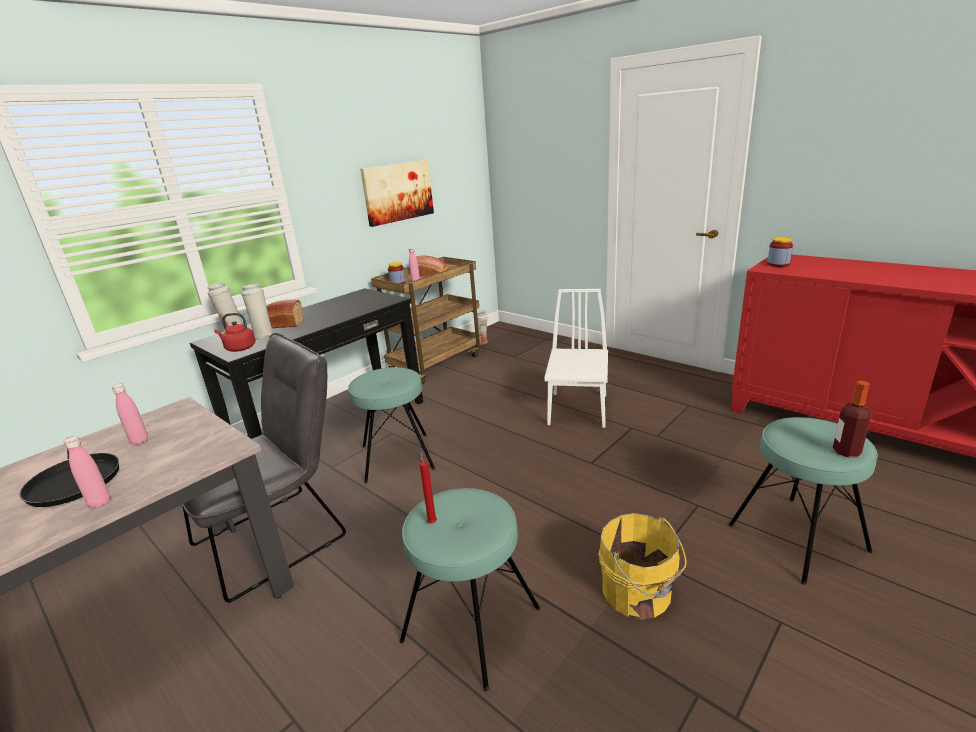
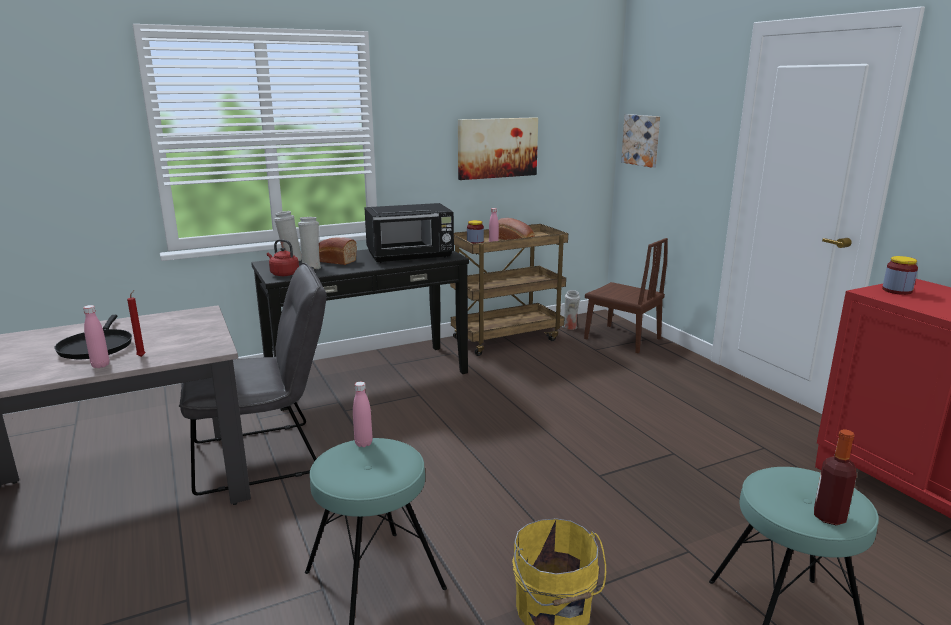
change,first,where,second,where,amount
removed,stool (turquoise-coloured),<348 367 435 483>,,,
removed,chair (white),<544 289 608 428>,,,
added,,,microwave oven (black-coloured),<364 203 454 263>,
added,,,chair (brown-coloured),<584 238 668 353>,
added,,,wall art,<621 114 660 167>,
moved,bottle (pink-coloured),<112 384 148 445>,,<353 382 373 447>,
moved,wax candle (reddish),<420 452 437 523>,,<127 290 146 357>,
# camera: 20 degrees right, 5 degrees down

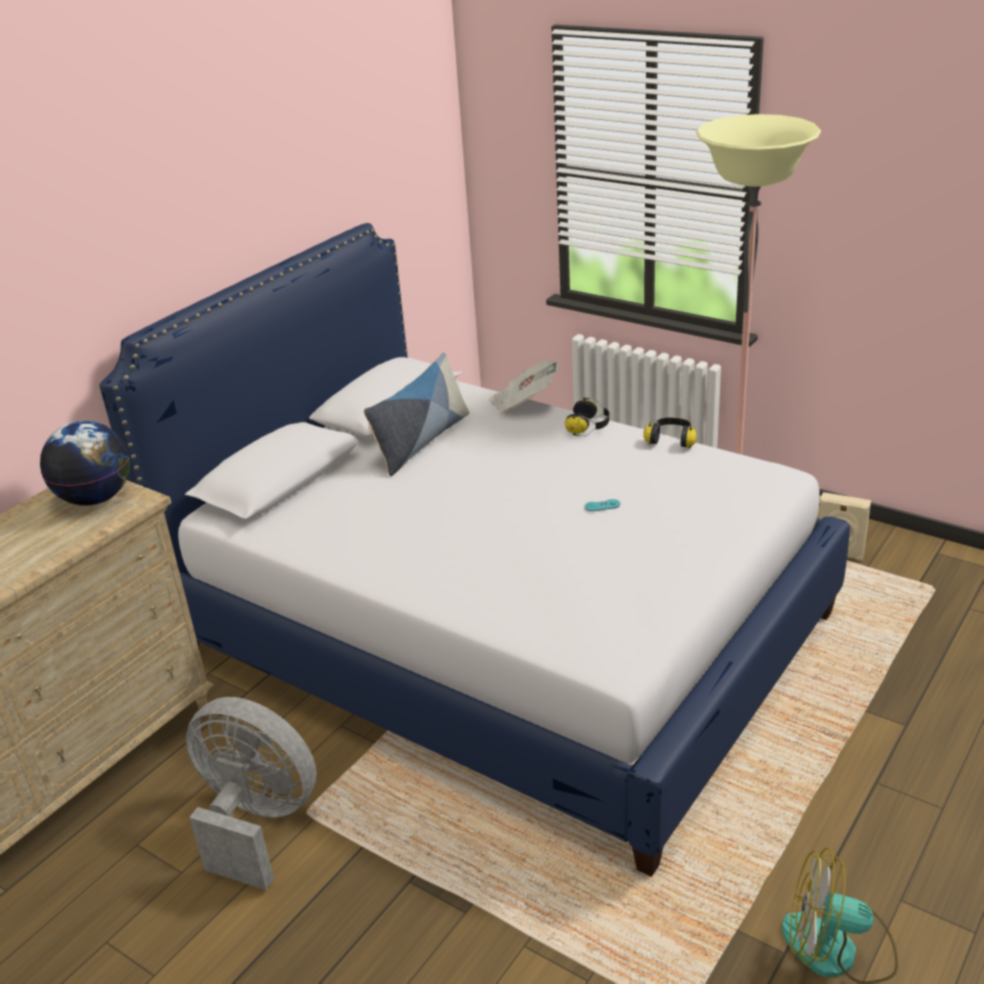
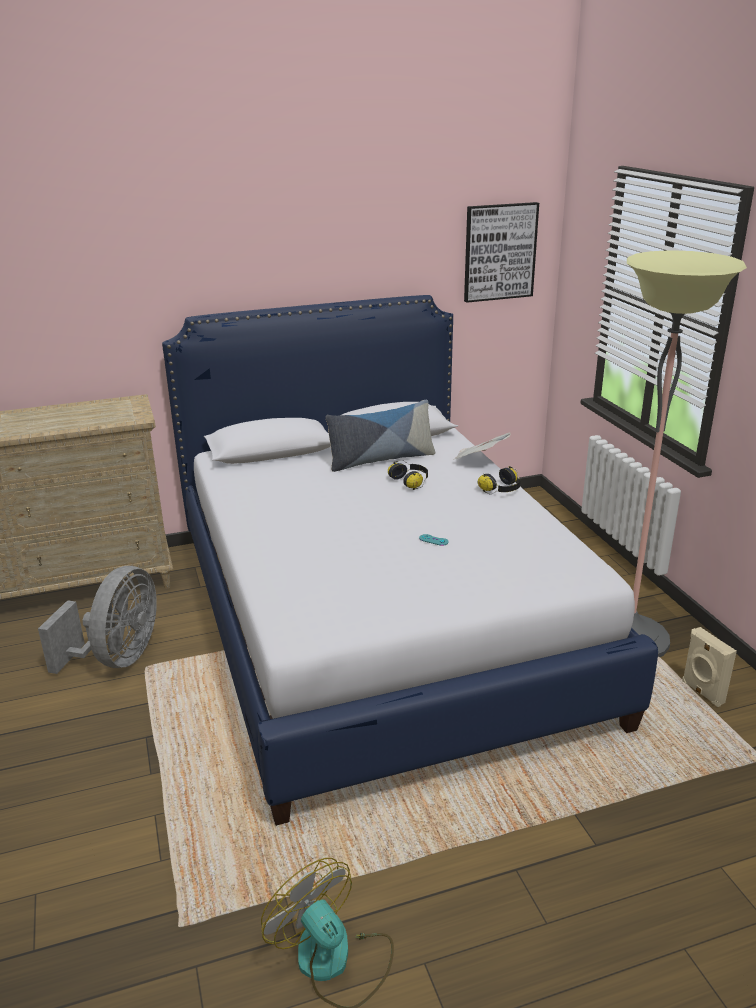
change,first,where,second,where,amount
removed,world globe,<40 421 130 506>,,,
added,,,wall art,<464 202 539 303>,
moved,headset,<644 417 697 448>,,<388 460 428 490>,
turned,electric fan (grey),<186 697 317 890>,,<38 566 157 674>,45 degrees clockwise
# camera: 35 degrees right, 5 degrees down

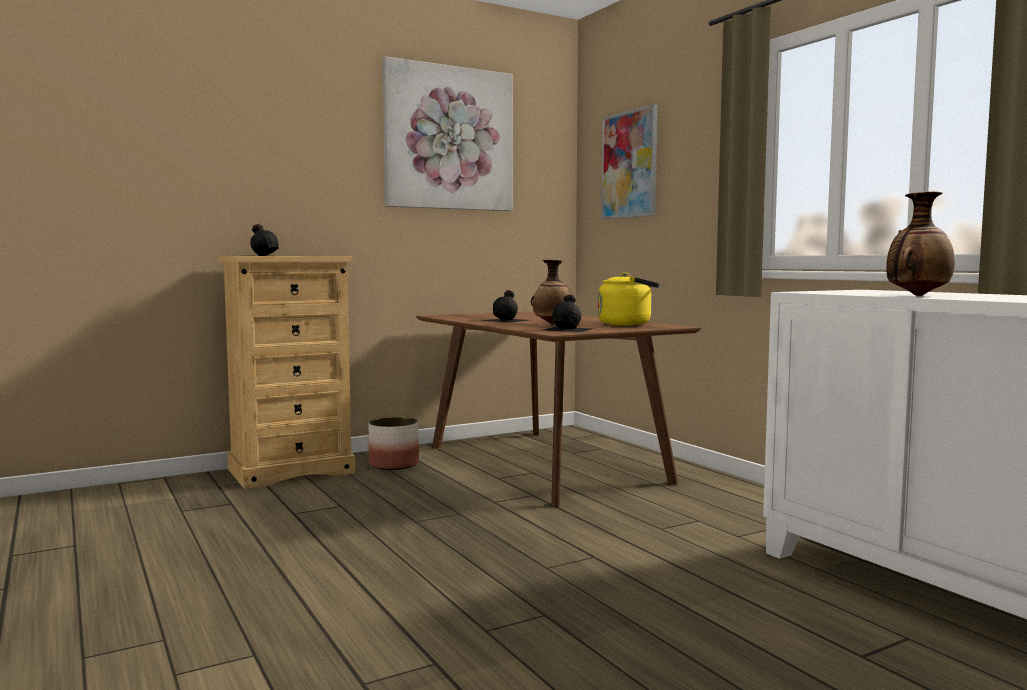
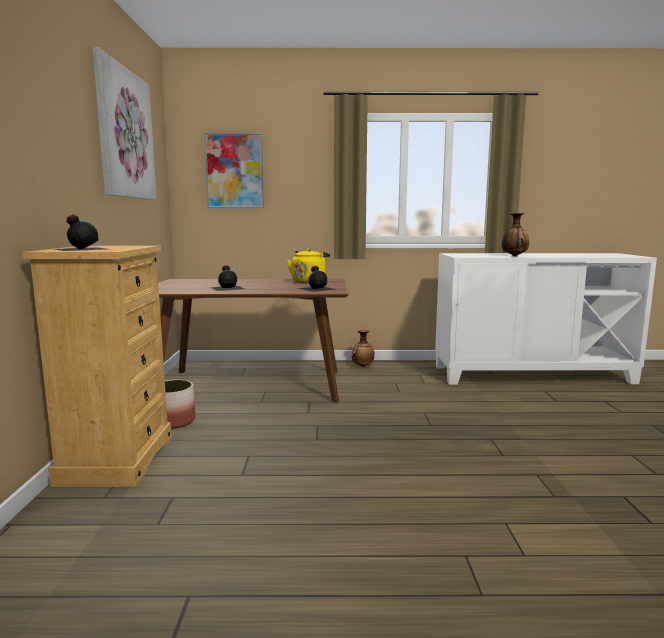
change,first,where,second,where,amount
moved,decorative vase,<531 260 571 324>,,<352 330 375 367>,
# camera: 60 degrees left, 5 degrees up

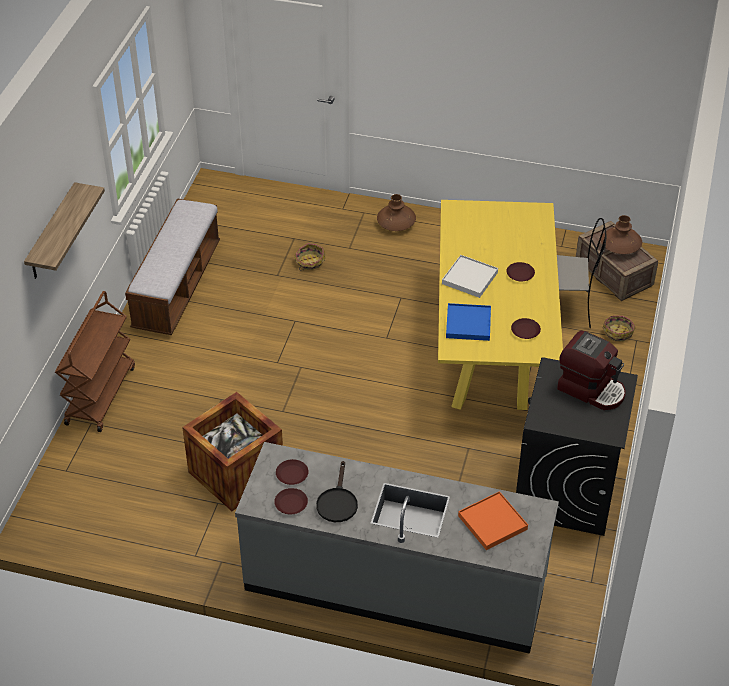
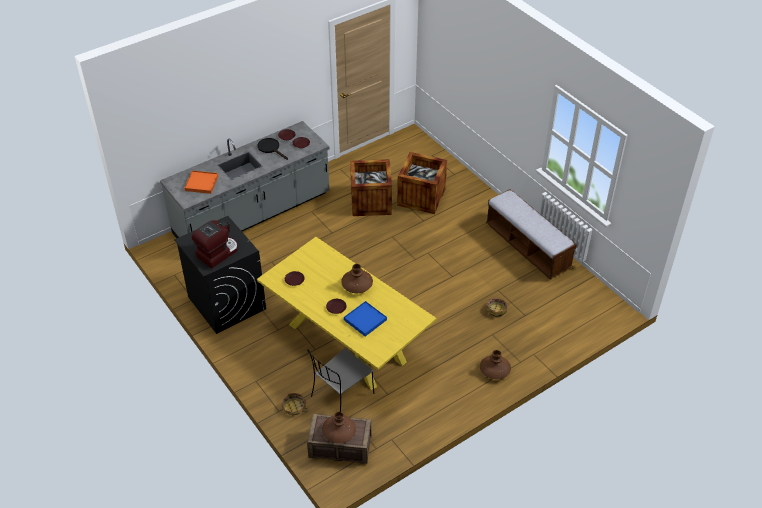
change,first,where,second,where,amount
removed,bracket shelf,<24 182 105 279>,,,
removed,trolley (brown-coloured),<55 291 135 432>,,,
added,,,packing crate,<397 152 447 214>,
moved,serving tray (blue-coloured),<446 303 491 341>,,<344 301 387 337>,
replaced,serving tray (white),<442 255 498 298>,decorative vase (brown-coloured),<341 264 373 293>,
turned,coffee brewer,<557 331 626 410>,,<192 220 238 269>,150 degrees clockwise
# camera: 130 degrees right, 0 degrees up

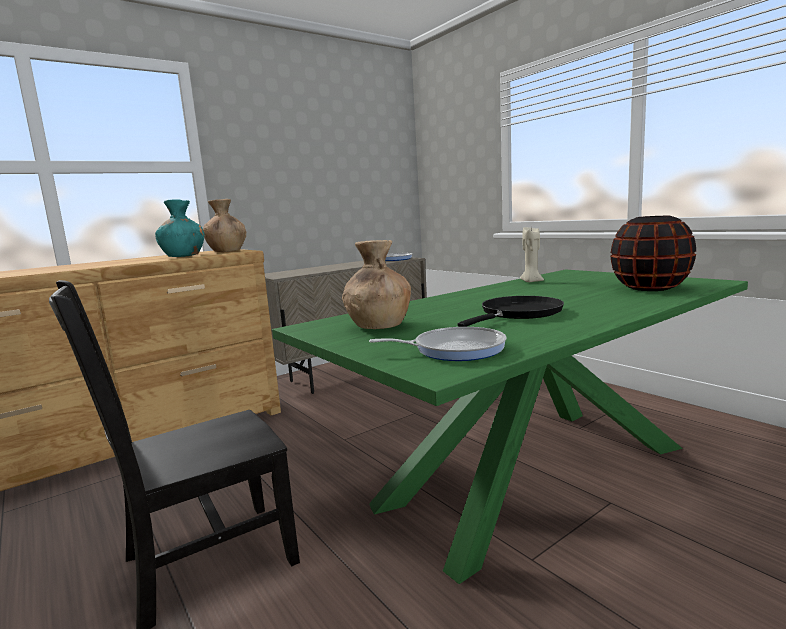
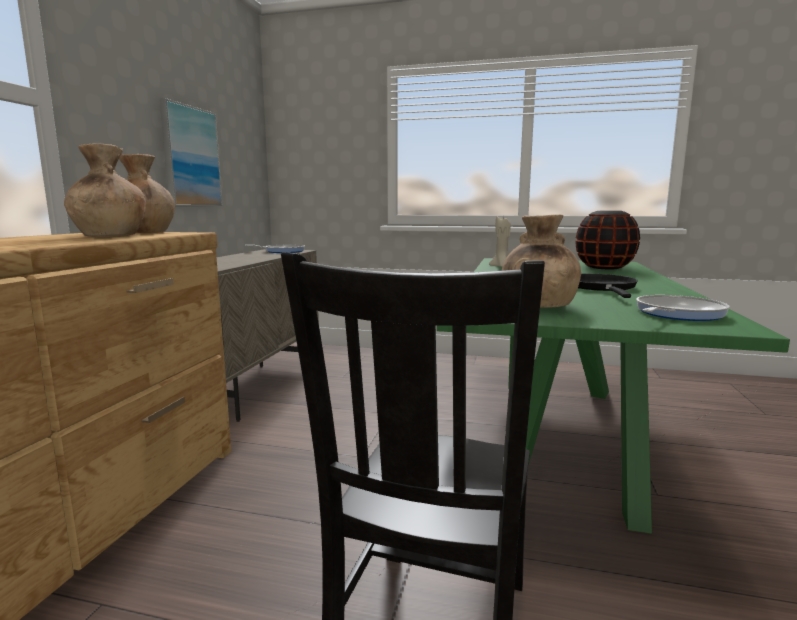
change,first,where,second,where,amount
added,,,wall art,<159 98 223 206>,
recoloured,decorative vase (turquoise-coloured),<155 200 204 257>,decorative vase (brown-coloured),<64 143 146 237>,
# camera: 40 degrees left, 0 degrees up

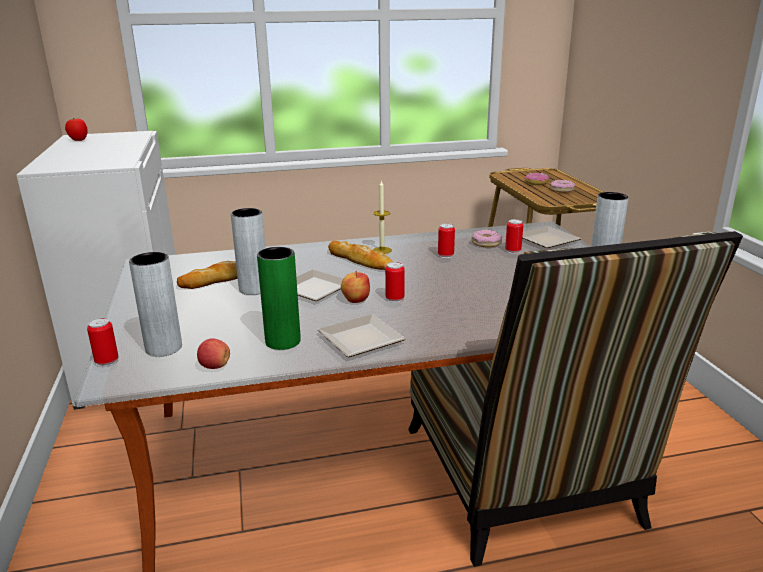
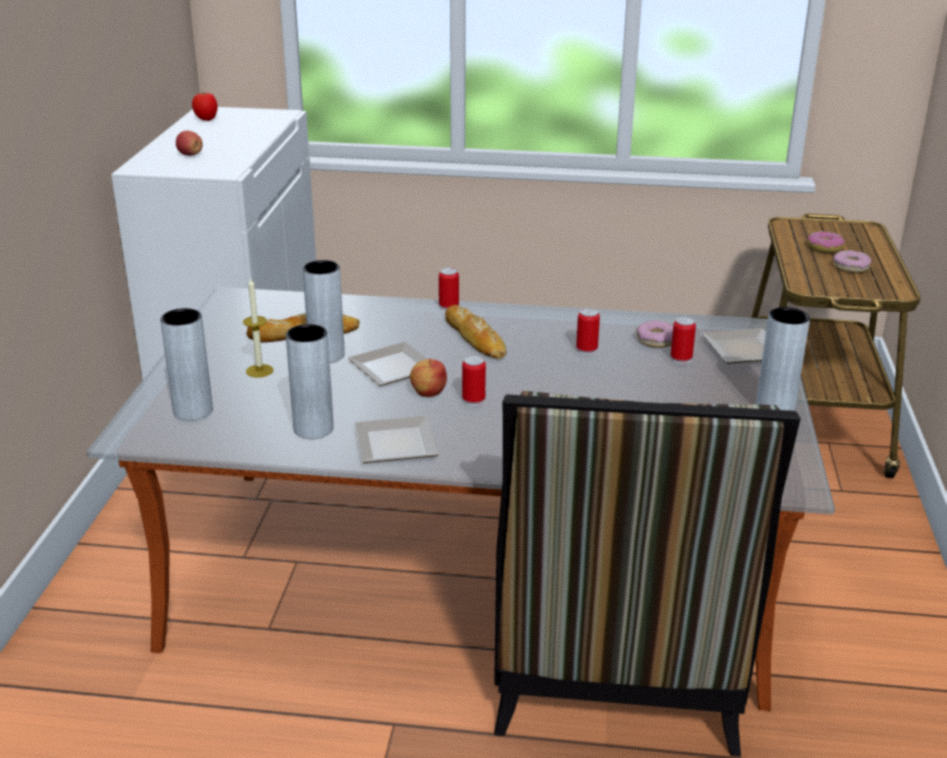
change,first,where,second,where,amount
moved,can,<87 318 118 367>,,<439 267 459 311>,
moved,whole apple,<197 338 230 369>,,<176 131 203 156>,
moved,wax candle,<373 180 392 254>,,<243 278 273 378>,
recoloured,decorative vase (green),<257 247 301 350>,decorative vase (grey),<286 324 334 439>,
# camera: 20 degrees right, 5 degrees up

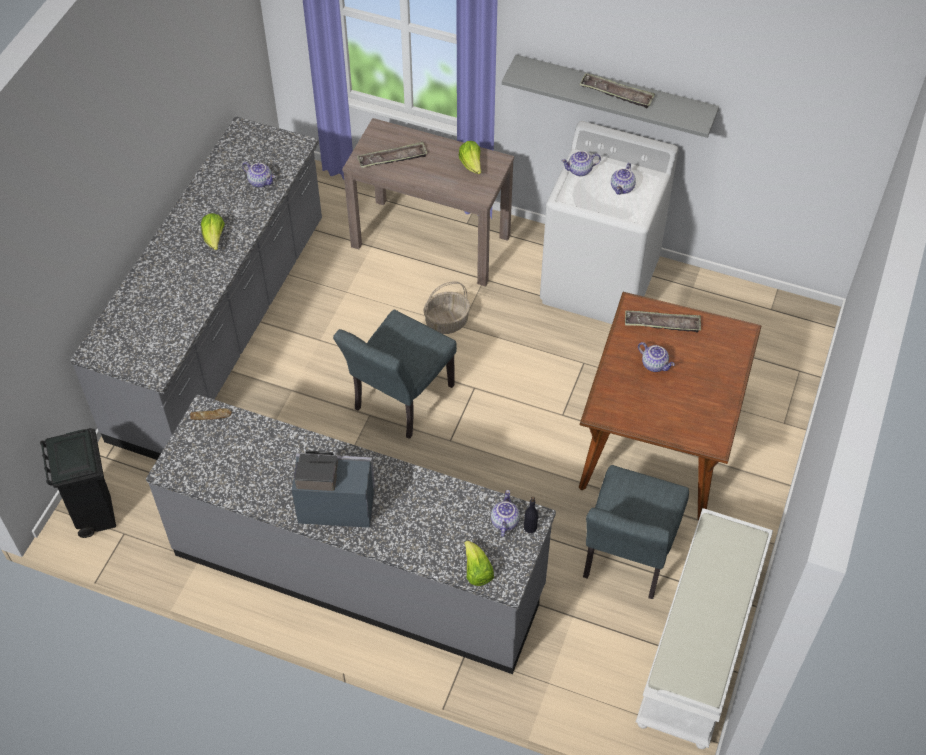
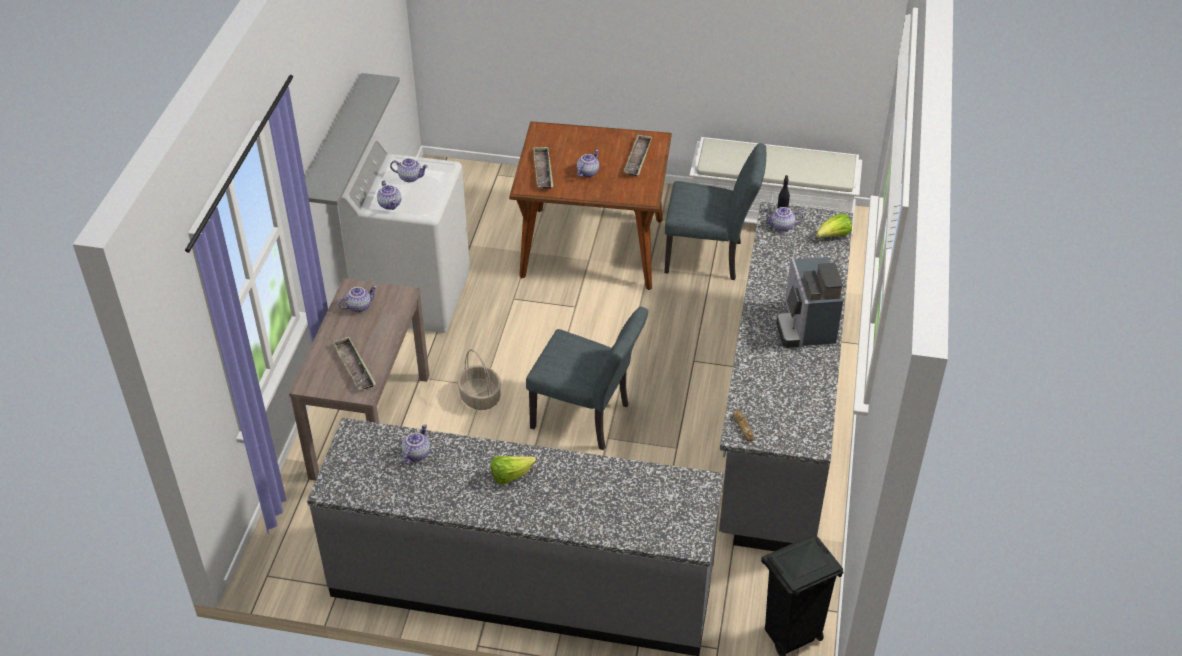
change,first,where,second,where,amount
moved,serving tray,<579 73 655 108>,,<624 134 652 176>,
replaced,head of lettuce,<459 141 481 174>,teapot,<338 285 377 312>,
# camera: 100 degrees left, 10 degrees down

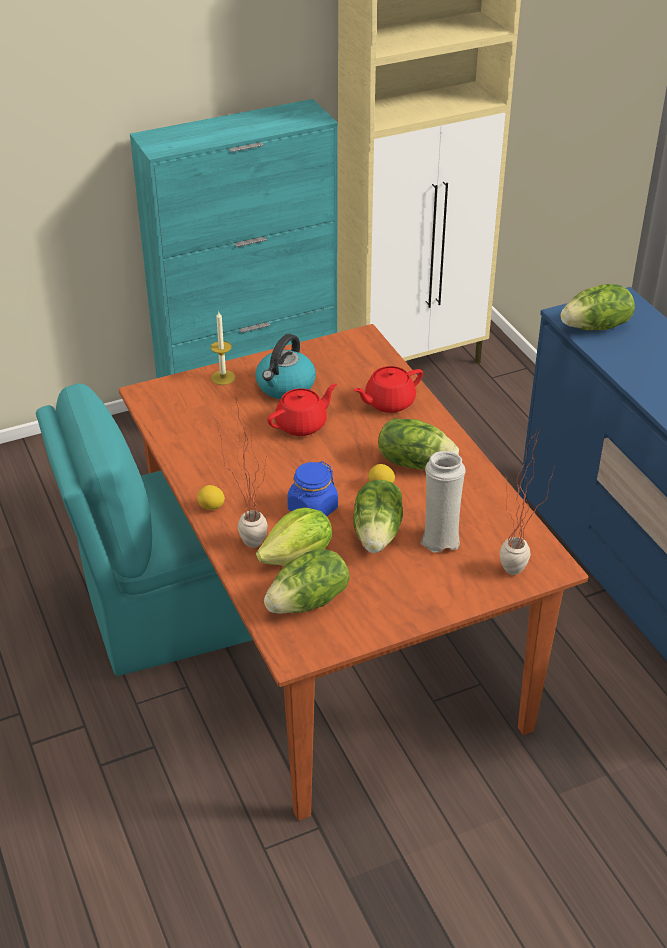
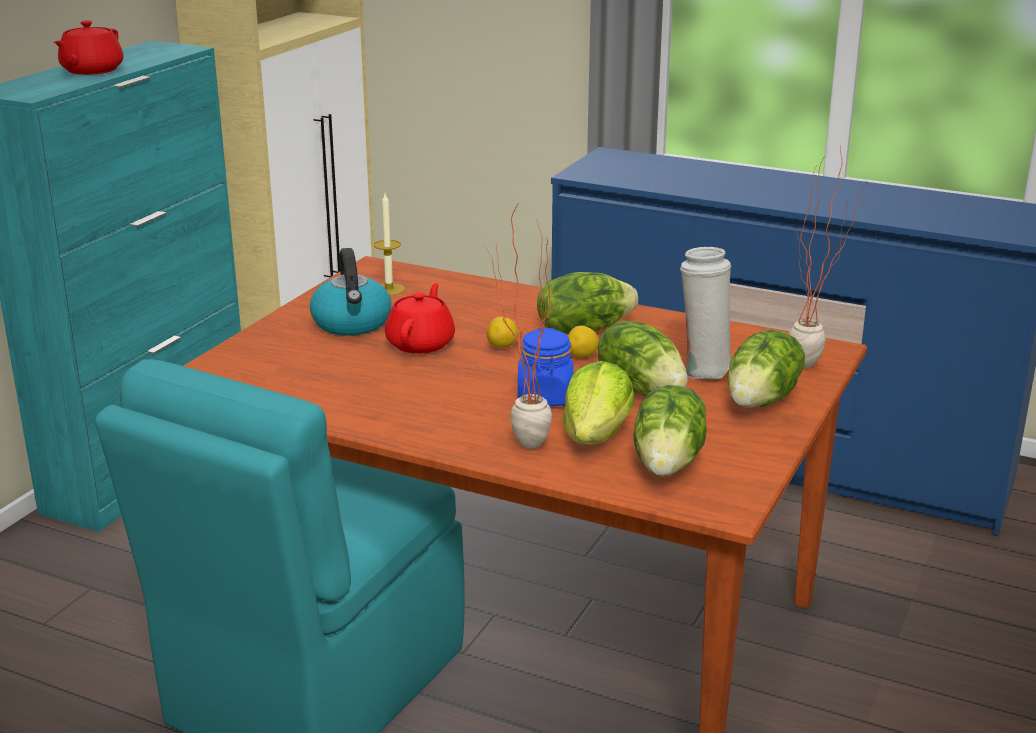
change,first,where,second,where,amount
moved,citrus fruit,<197 485 225 510>,,<487 317 519 348>,
moved,wax candle,<211 312 235 385>,,<374 194 405 296>,
moved,teapot (reddish),<354 366 423 413>,,<54 20 123 75>,
moved,head of lettuce,<561 284 635 331>,,<728 330 805 408>,
# camera: 40 degrees left, 15 degrees down

